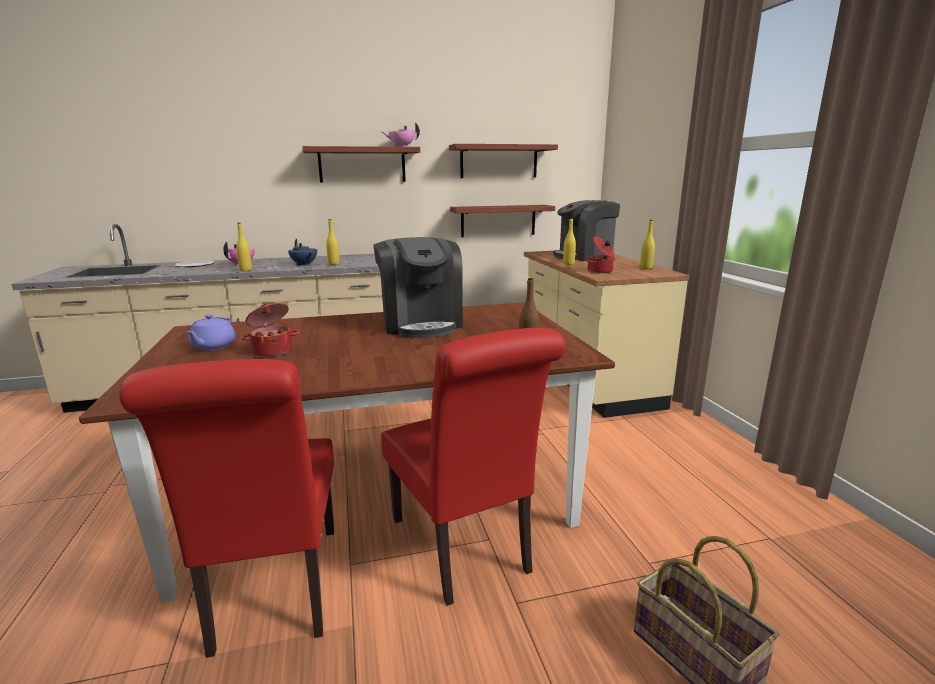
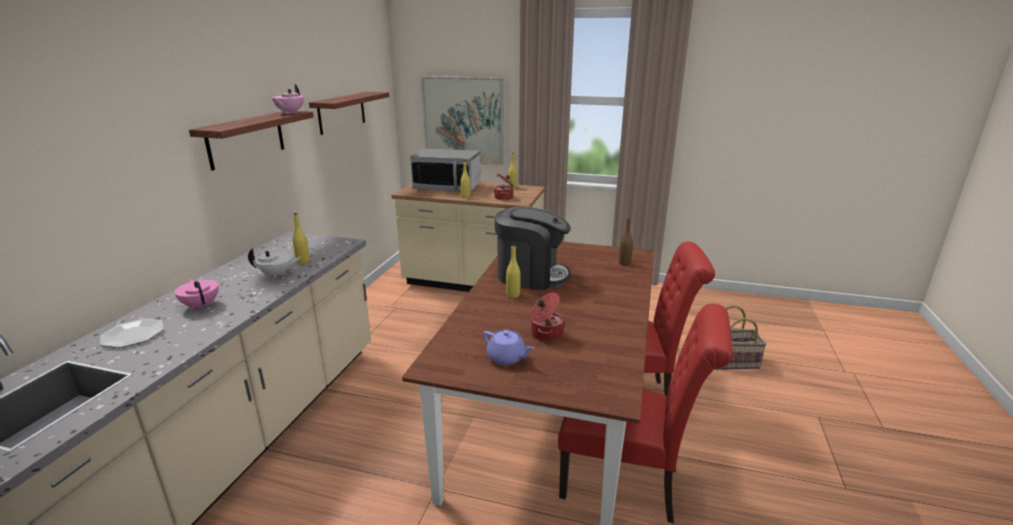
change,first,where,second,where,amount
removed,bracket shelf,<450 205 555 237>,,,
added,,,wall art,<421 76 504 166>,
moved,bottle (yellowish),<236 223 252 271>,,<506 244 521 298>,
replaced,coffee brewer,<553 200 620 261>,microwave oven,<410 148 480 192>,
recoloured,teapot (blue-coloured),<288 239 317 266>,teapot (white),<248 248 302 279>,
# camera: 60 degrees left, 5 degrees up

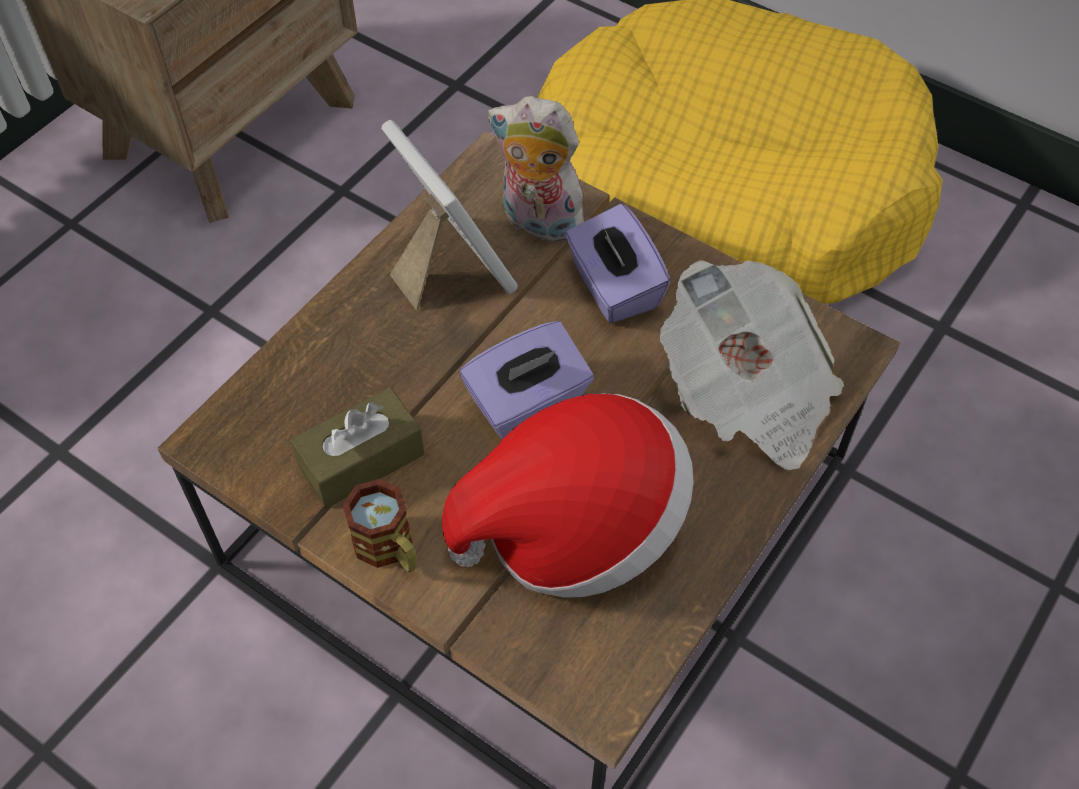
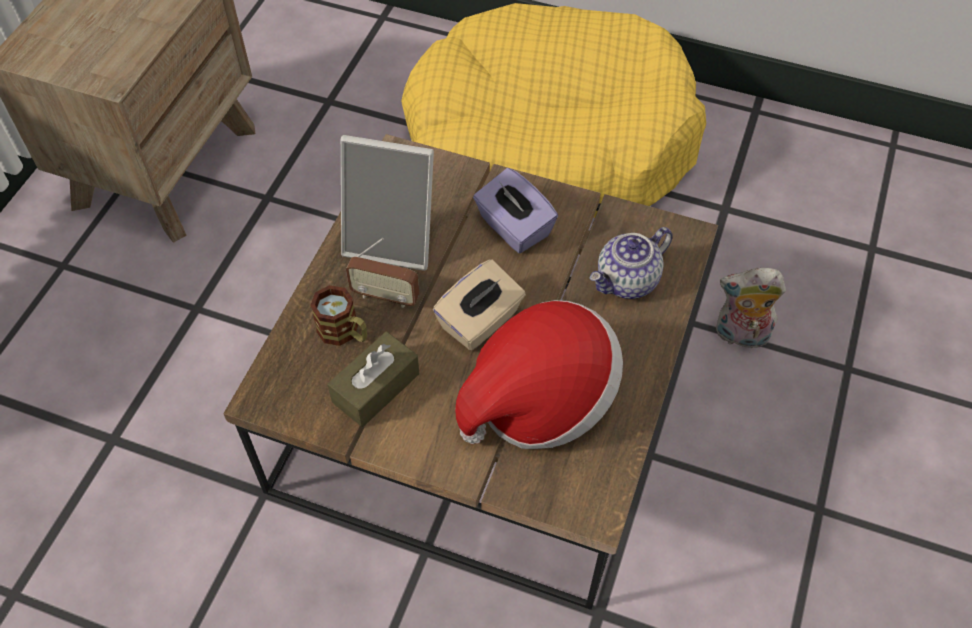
change,first,where,second,where,amount
added,,,radio,<346 238 419 308>,
moved,coffee mug,<343 479 417 572>,,<310 285 367 346>,
moved,soft toy,<488 96 590 245>,,<716 268 786 349>,
replaced,printed paper,<660 260 844 470>,teapot,<590 227 673 299>,
recoloured,tissue holder (purplish),<460 321 594 439>,tissue holder (beige),<433 259 526 350>,
turned,photo frame,<381 120 518 310>,,<341 135 434 271>,150 degrees clockwise
# camera: 15 degrees left, 0 degrees up

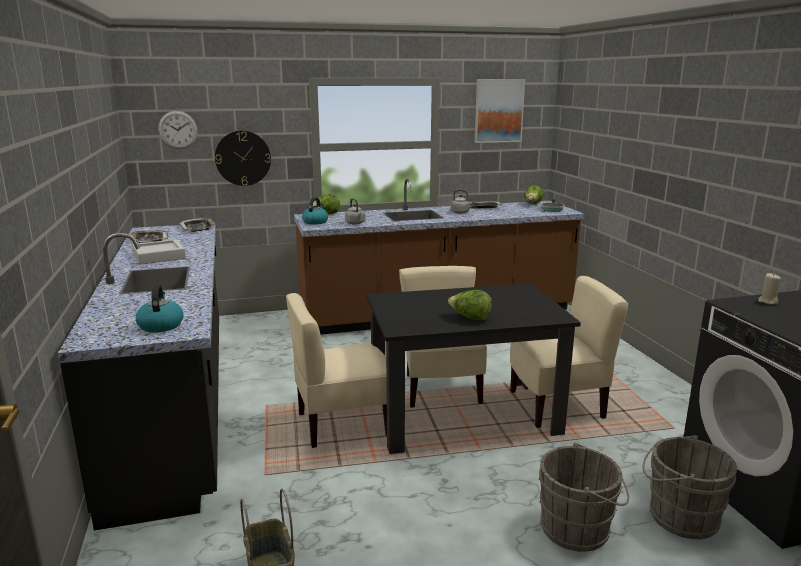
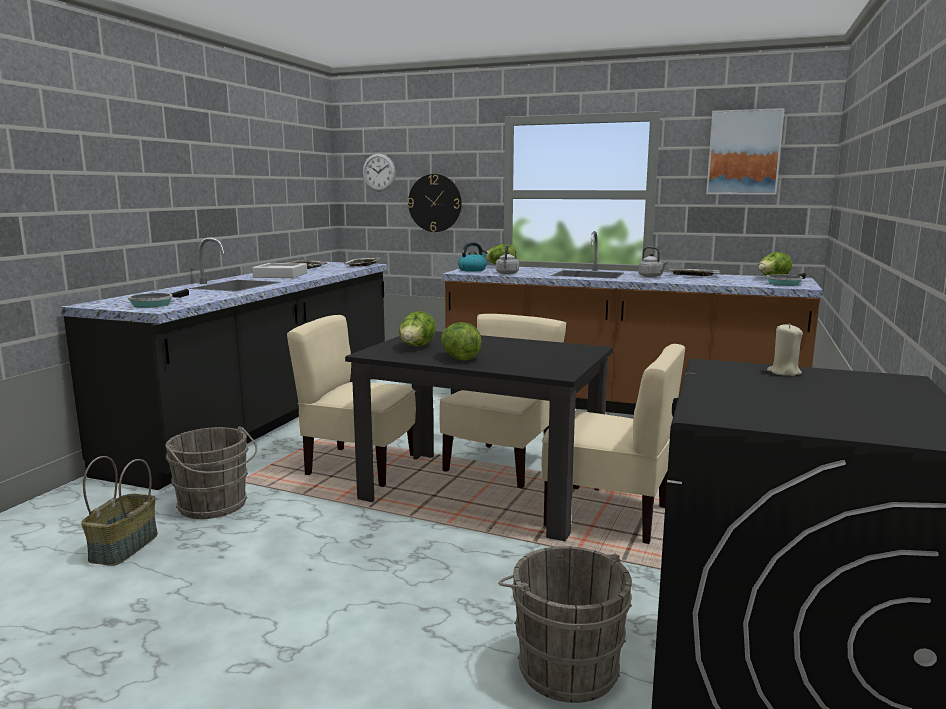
change,first,where,second,where,amount
added,,,head of lettuce,<399 311 436 347>,
moved,bucket (grey),<539 443 629 552>,,<165 426 257 519>,
replaced,water kettle,<136 284 184 333>,skillet,<128 289 189 308>,
# camera: 35 degrees right, 5 degrees down

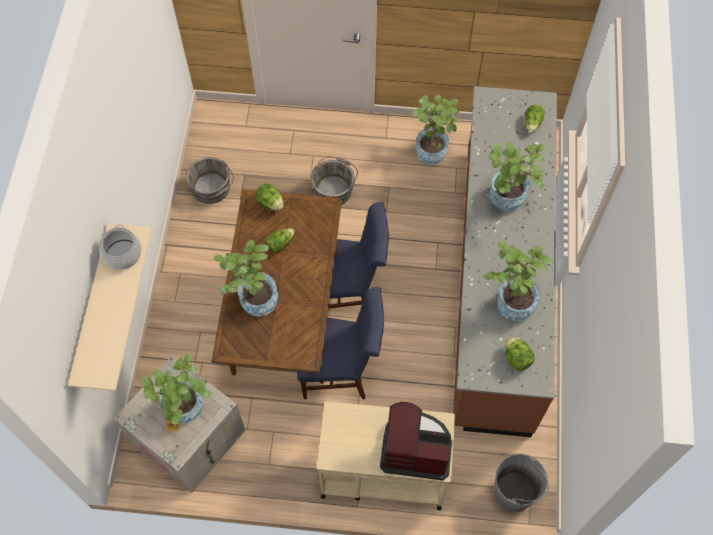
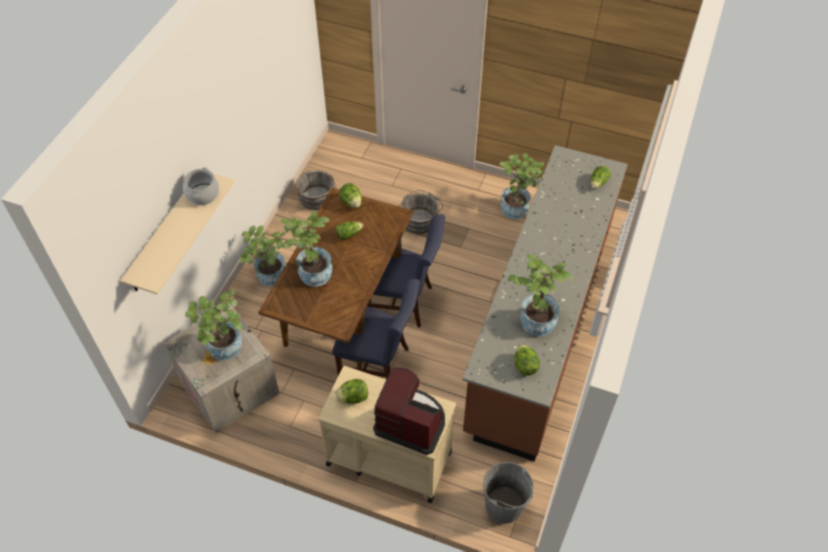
change,first,where,second,where,amount
added,,,head of lettuce,<335 379 368 404>,
moved,houseplant,<489 142 545 211>,,<240 225 286 286>,
# camera: 15 degrees right, 10 degrees down

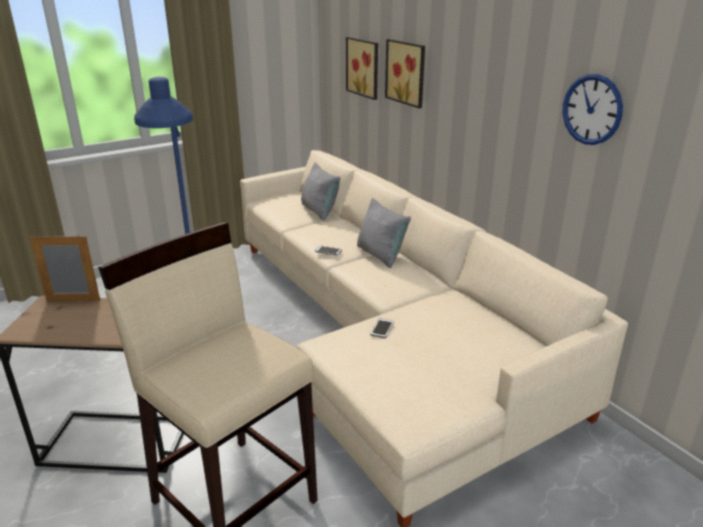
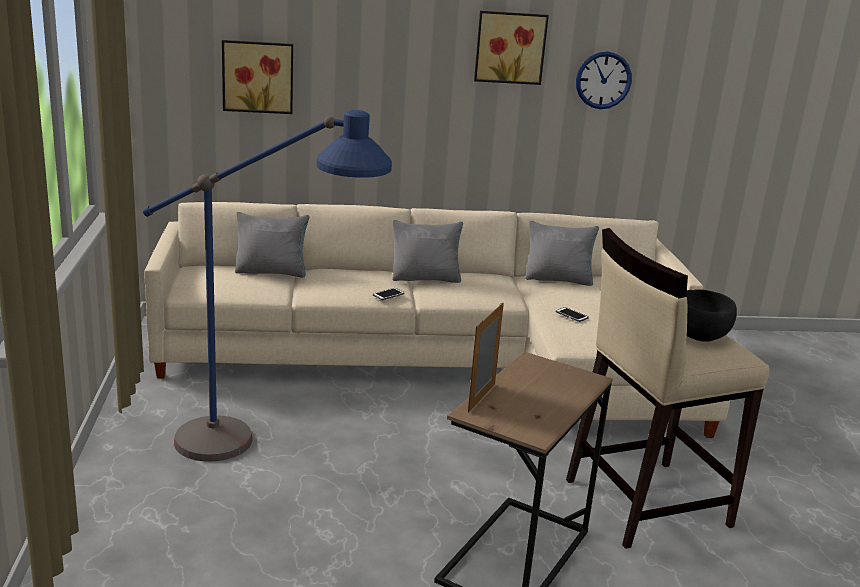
change,first,where,second,where,amount
added,,,pillow (grey),<525 221 599 286>,
added,,,bowl (black-coloured),<686 289 737 342>,
moved,wall art,<385 39 425 108>,,<474 11 549 85>,
# camera: 65 degrees left, 5 degrees down

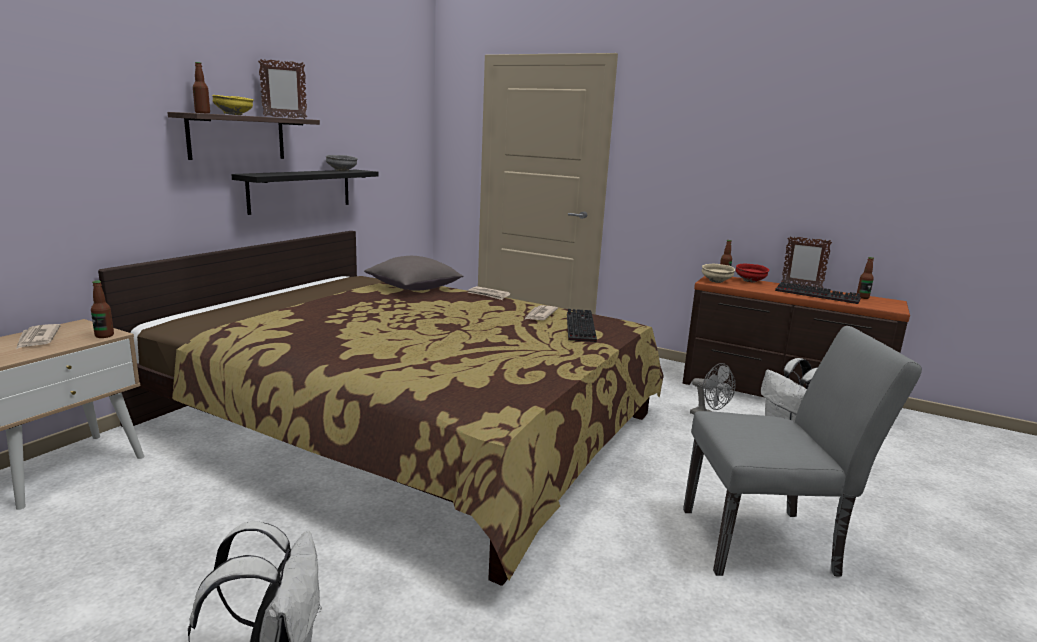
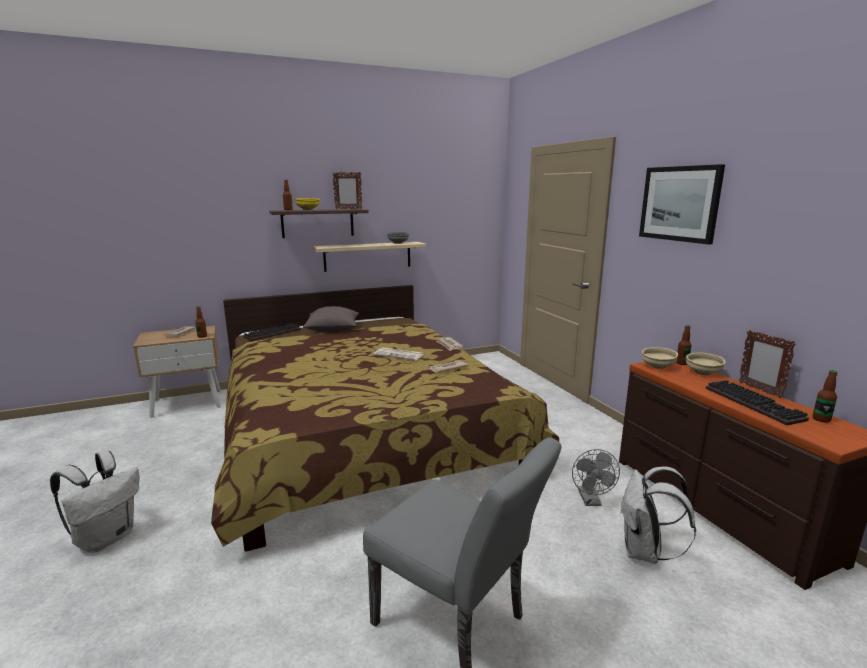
change,first,where,second,where,amount
added,,,printed paper,<373 347 424 361>,
added,,,wall art,<639 164 725 245>,
moved,pillow (grey),<364 256 464 291>,,<303 306 359 332>,
moved,keyboard,<567 309 597 342>,,<243 323 301 341>,
recoloured,bracket shelf (black-coloured),<231 170 378 215>,bracket shelf (beige),<313 242 426 272>,
recoloured,bowl (reddish),<736 264 769 283>,bowl (beige),<686 352 725 375>,
# camera: 40 degrees right, 0 degrees up

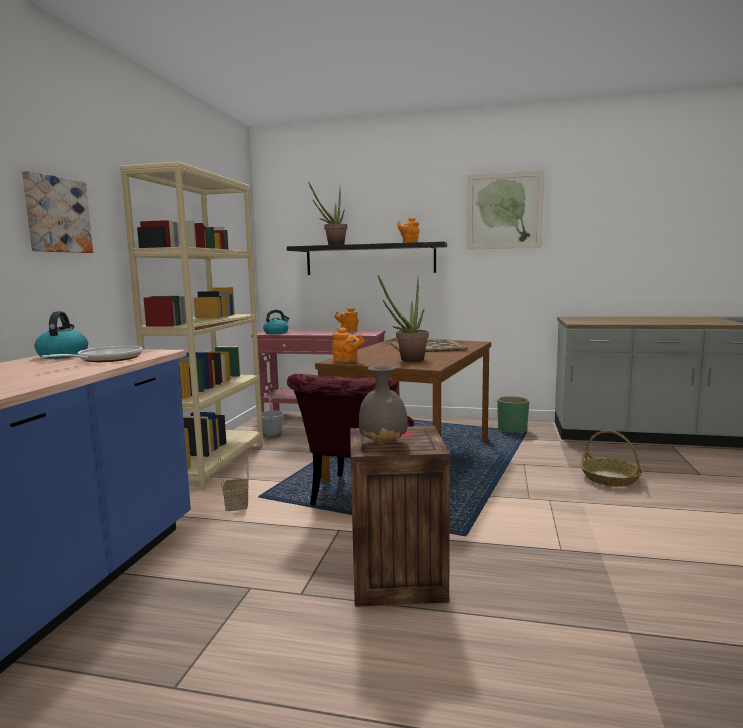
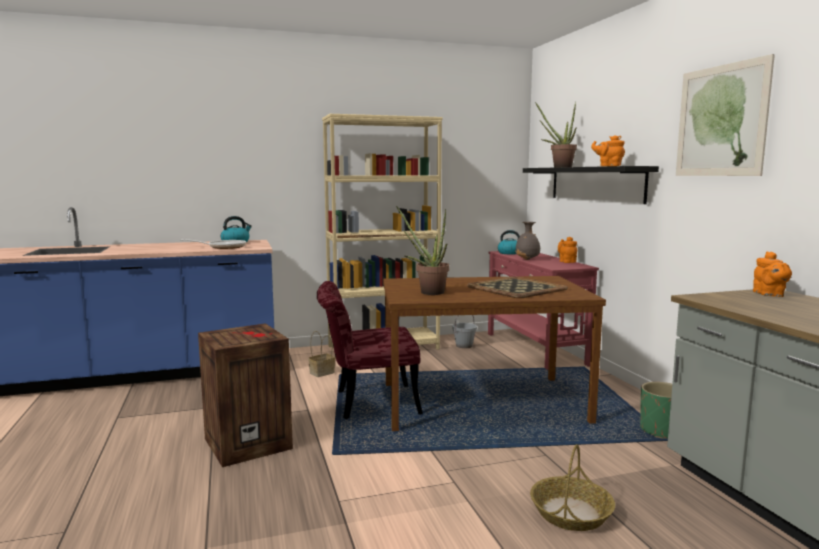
change,first,where,second,where,amount
removed,wall art,<22 171 93 253>,,,
moved,teapot (orangey),<332 327 364 362>,,<753 251 792 297>,
moved,decorative vase (grey),<359 366 408 444>,,<515 222 540 260>,
# camera: 60 degrees right, 0 degrees up

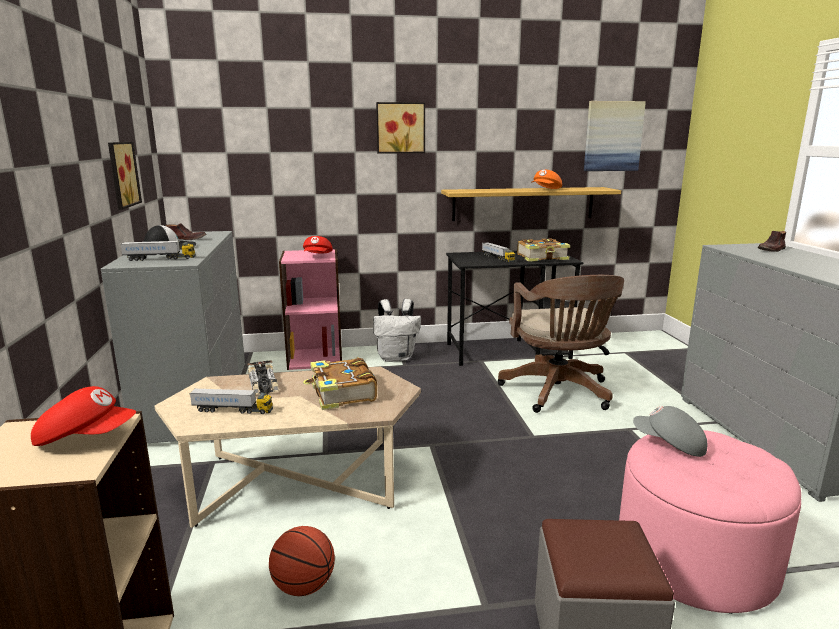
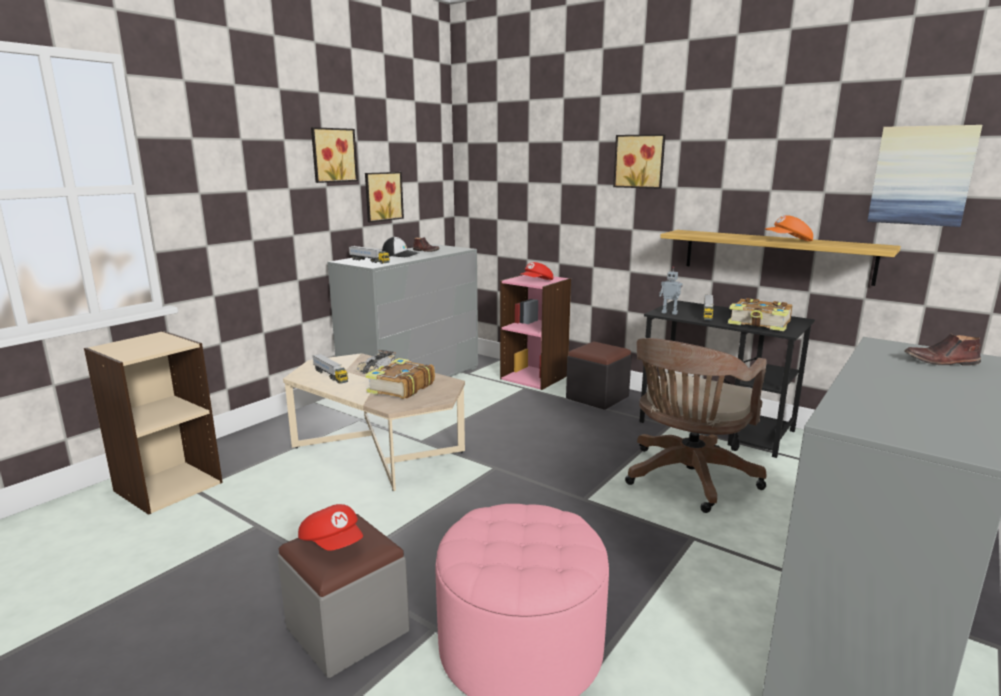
change,first,where,second,where,amount
removed,basketball,<269 526 335 596>,,,
removed,cap (grey),<633 406 707 457>,,,
added,,,wall art,<311 127 358 183>,
added,,,toy robot,<659 266 683 315>,
moved,cap (reddish),<31 386 136 446>,,<298 504 363 551>,
replaced,knapsack (white),<373 299 421 362>,footrest (black-coloured),<566 341 632 410>,
# camera: 45 degrees right, 0 degrees up

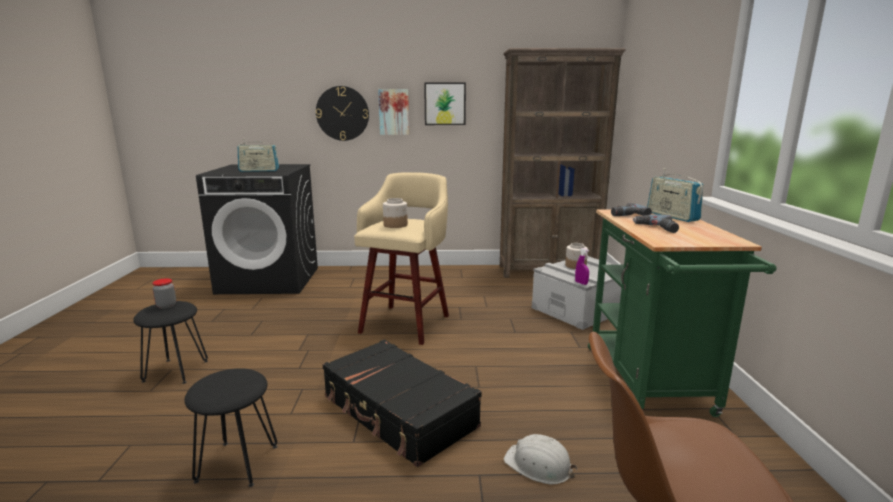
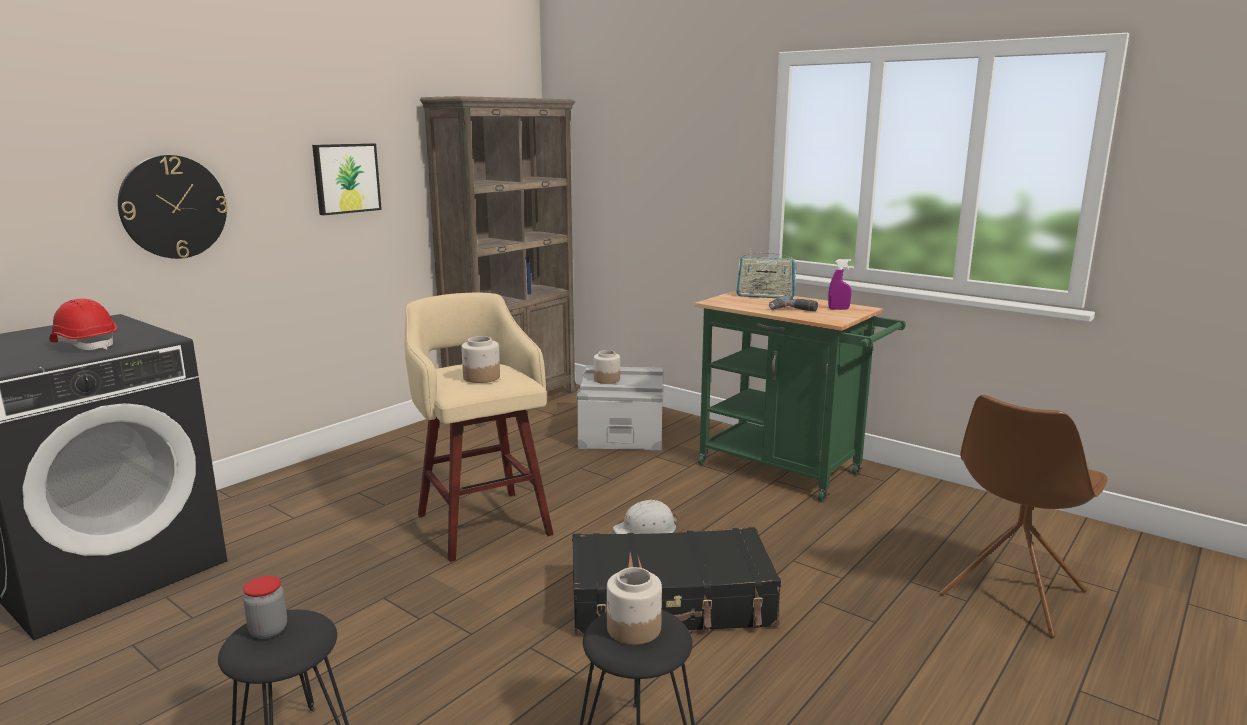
change,first,where,second,where,amount
removed,wall art,<378 89 409 135>,,,
removed,electric drill,<611 203 652 216>,,,
added,,,jar,<607 567 662 645>,
moved,safety helmet (white),<504 434 578 485>,,<613 500 677 534>,
moved,hand sprayer (purplish),<575 248 590 285>,,<828 259 852 310>,
replaced,radio,<238 141 279 172>,safety helmet (reddish),<49 298 117 350>,
# camera: 50 degrees left, 0 degrees up

